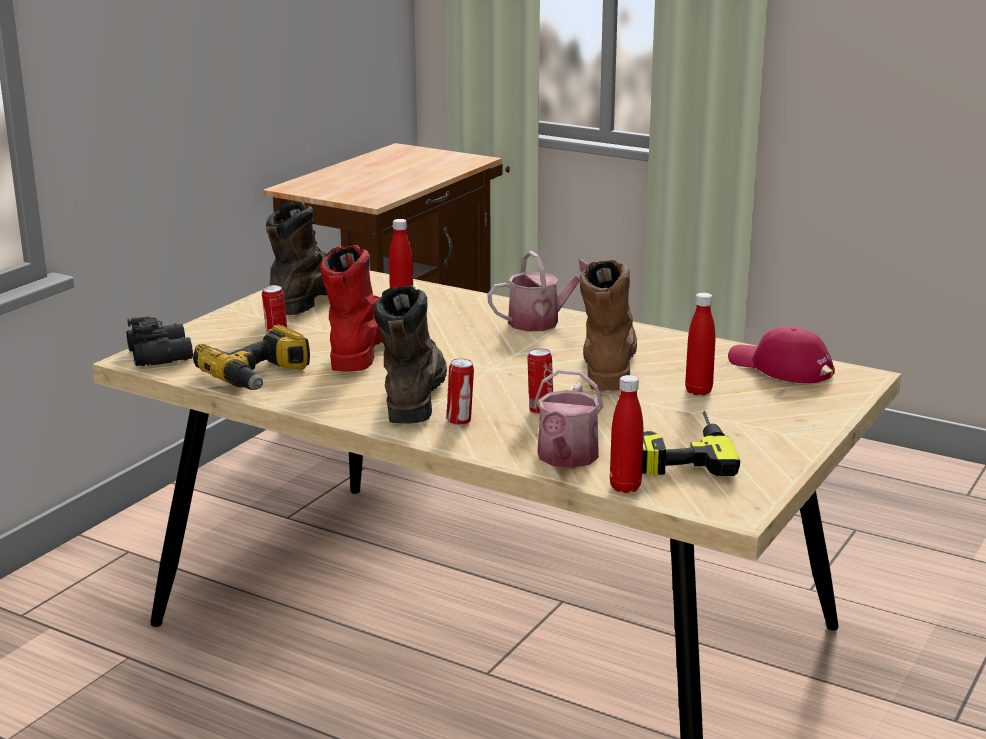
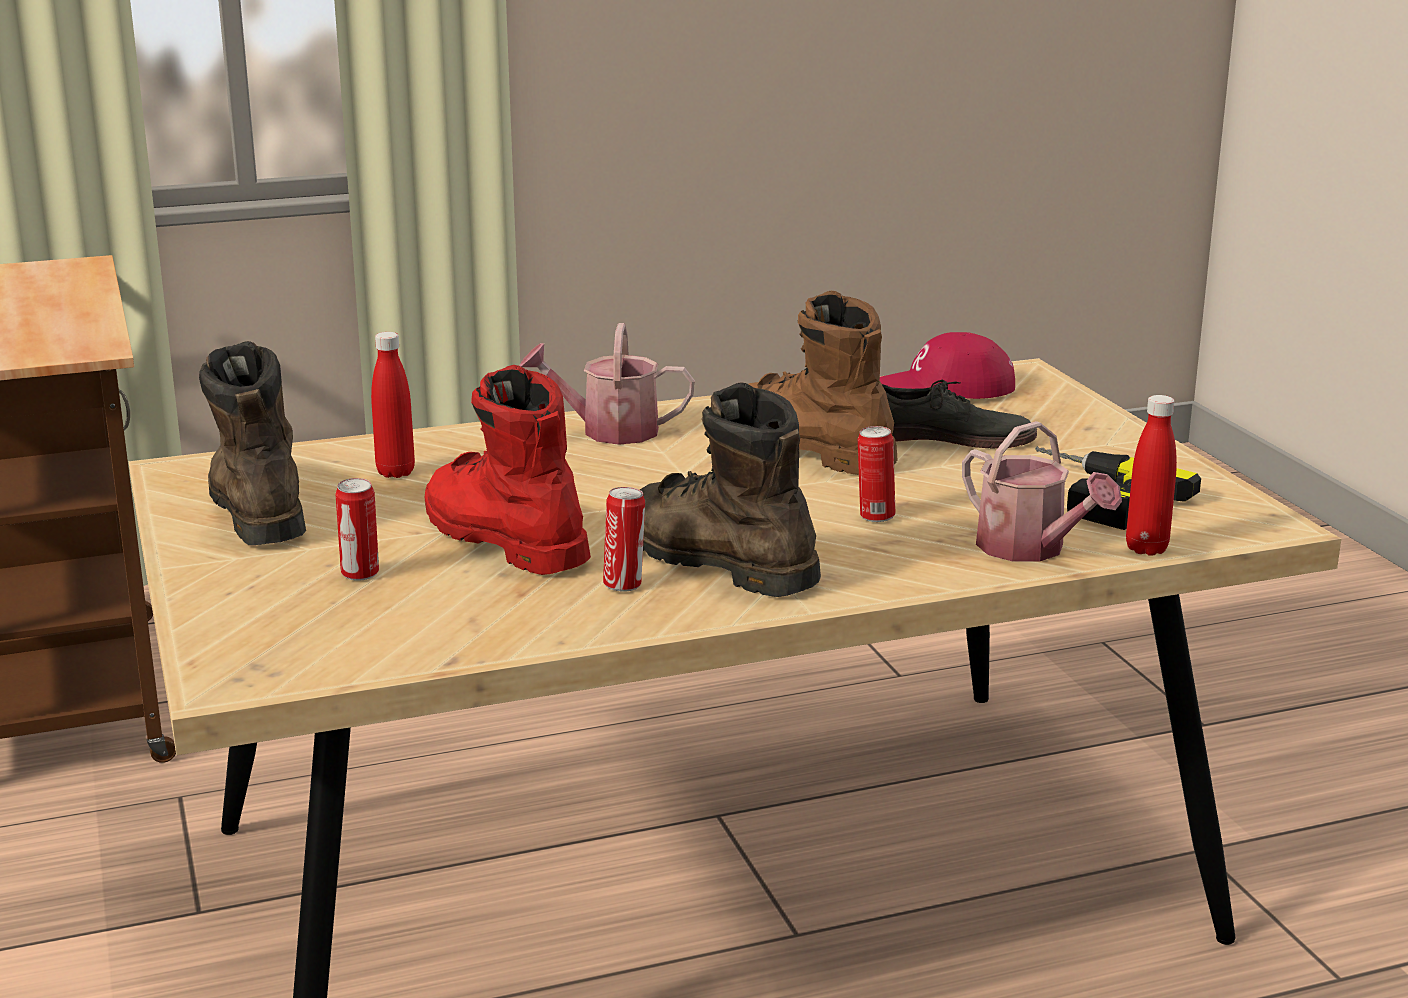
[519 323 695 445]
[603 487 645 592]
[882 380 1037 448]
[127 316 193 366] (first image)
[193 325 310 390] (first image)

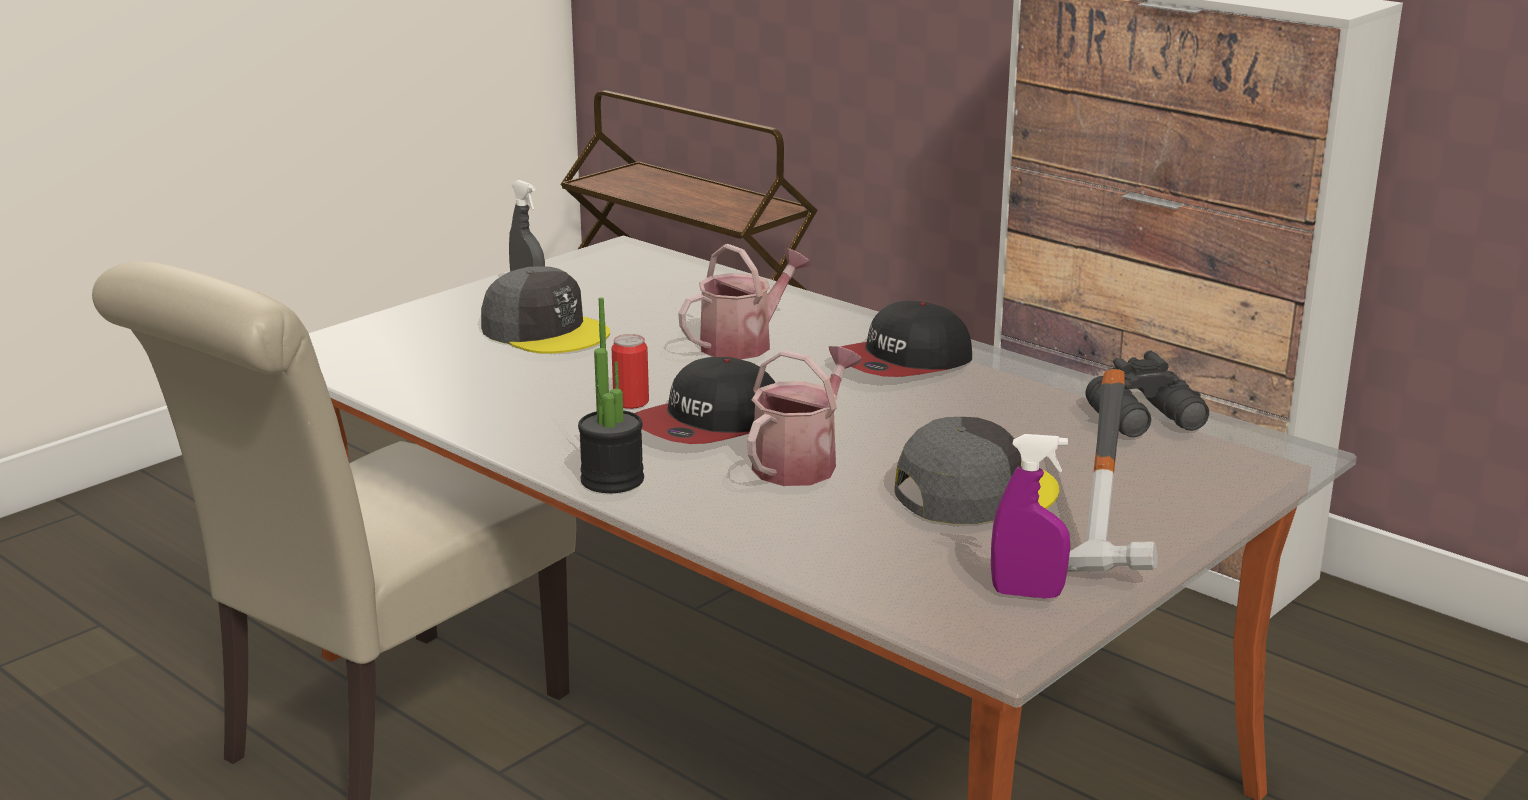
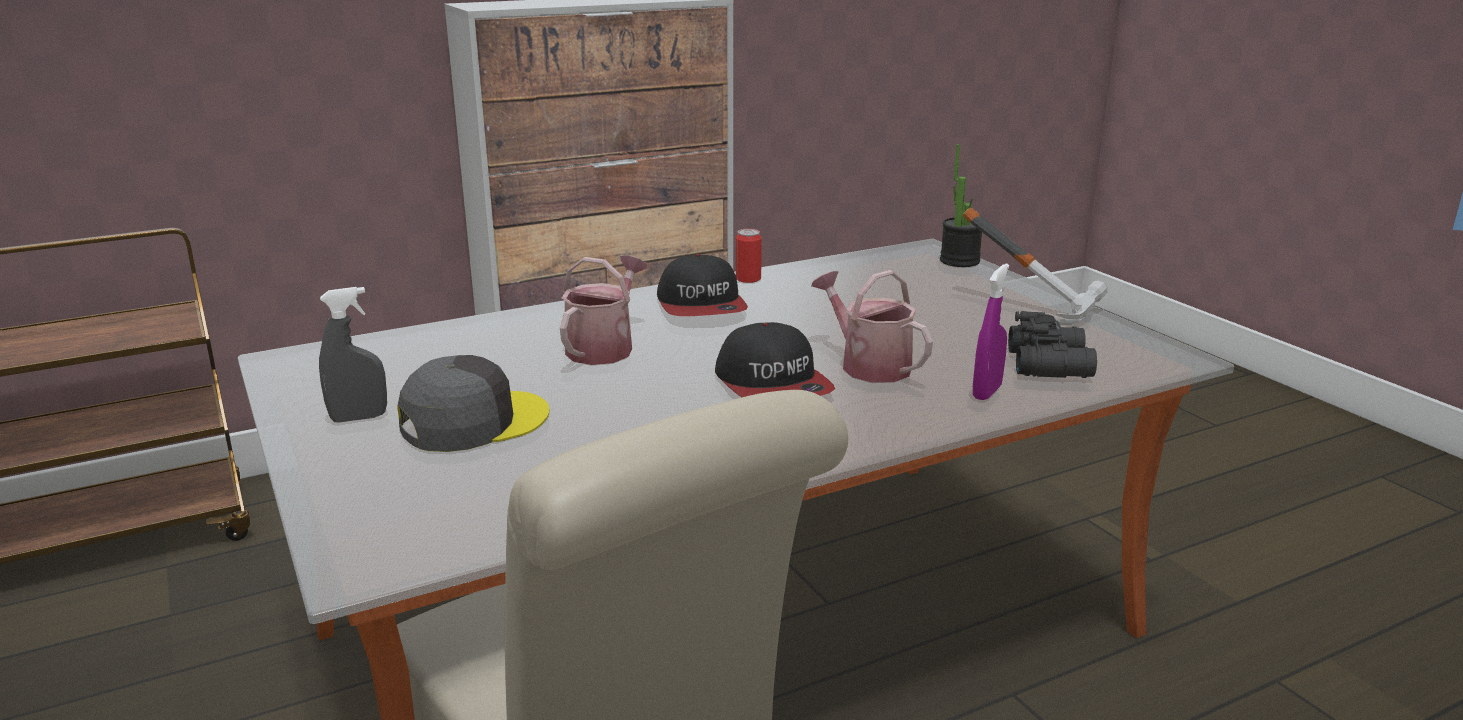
[560 255 647 365]
[736 229 762 283]
[940 144 982 267]
[973 264 1009 400]
[1008 311 1097 378]
[894 417 1059 524] (first image)

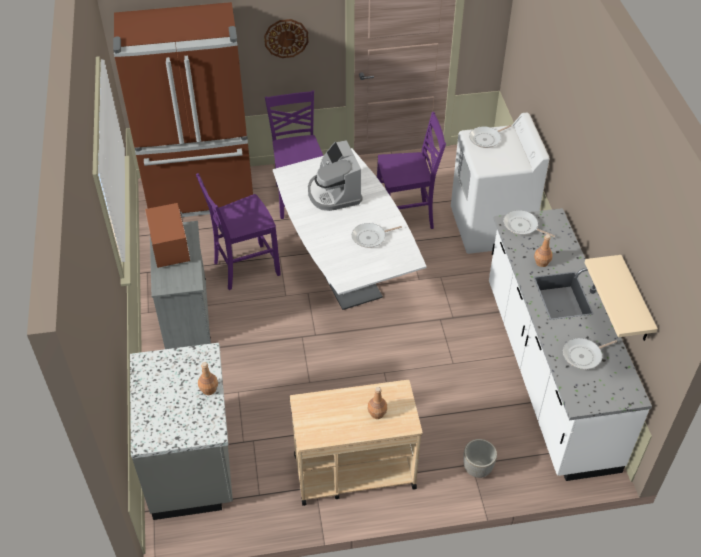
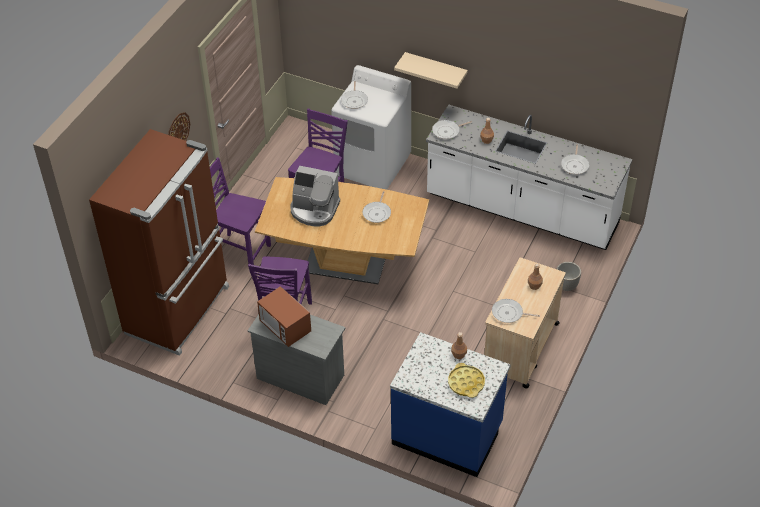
[255 177 429 284]
[257 286 311 347]
[390 332 511 477]
[394 52 468 89]
[448 363 485 398]
[492 299 540 323]

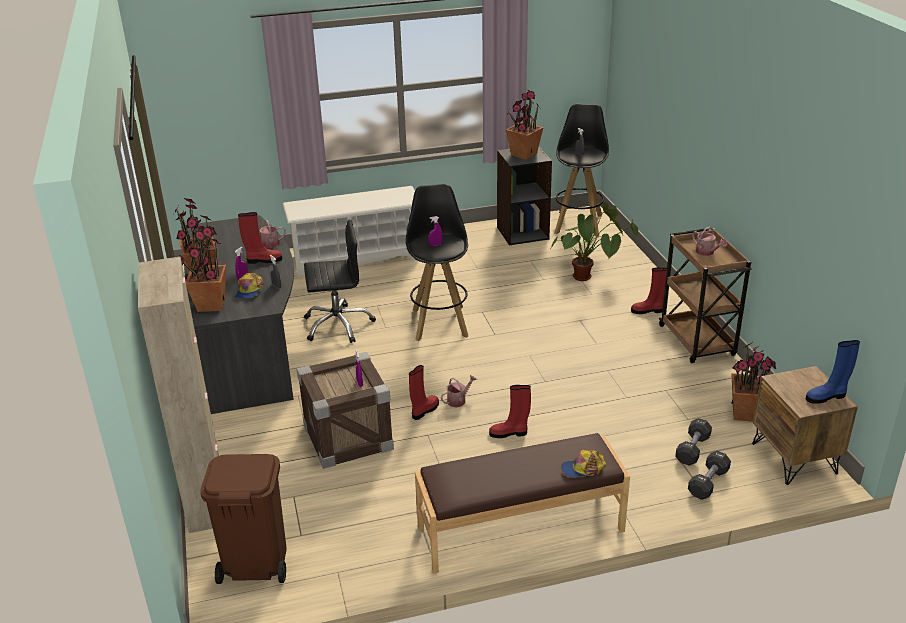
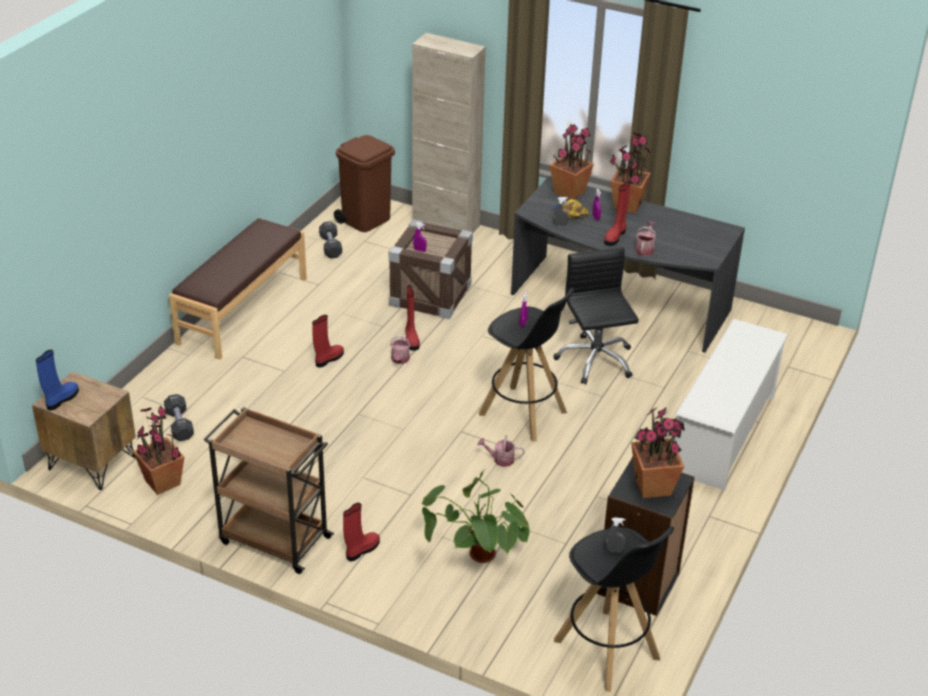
[319 221 342 258]
[477 435 525 467]
[554 247 639 385]
[561 450 606 477] (first image)

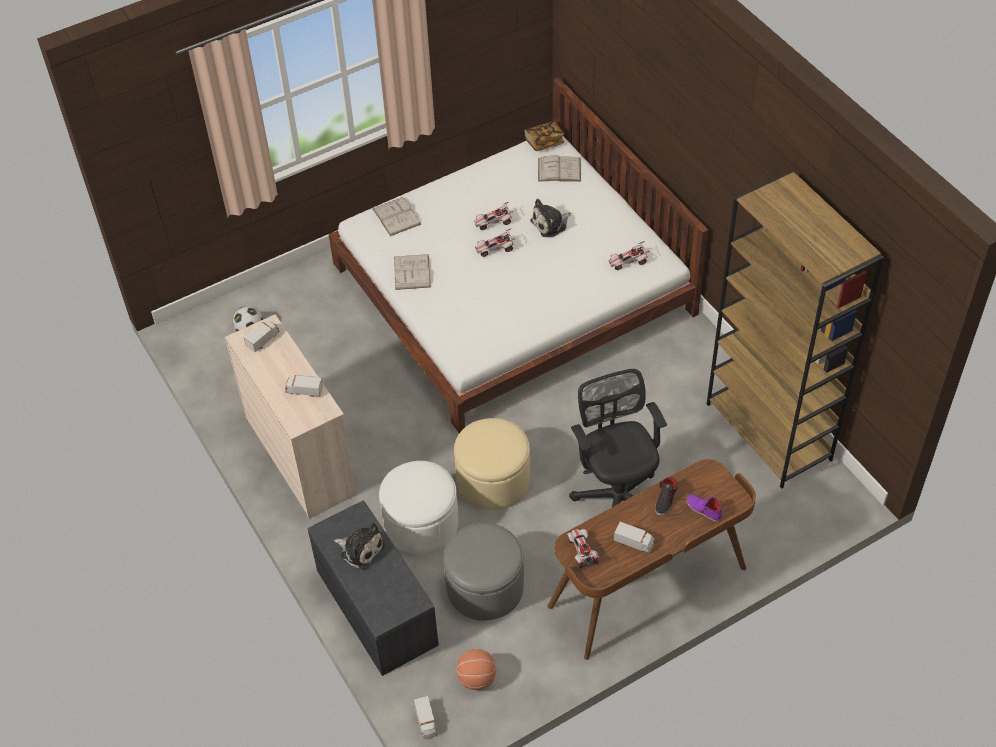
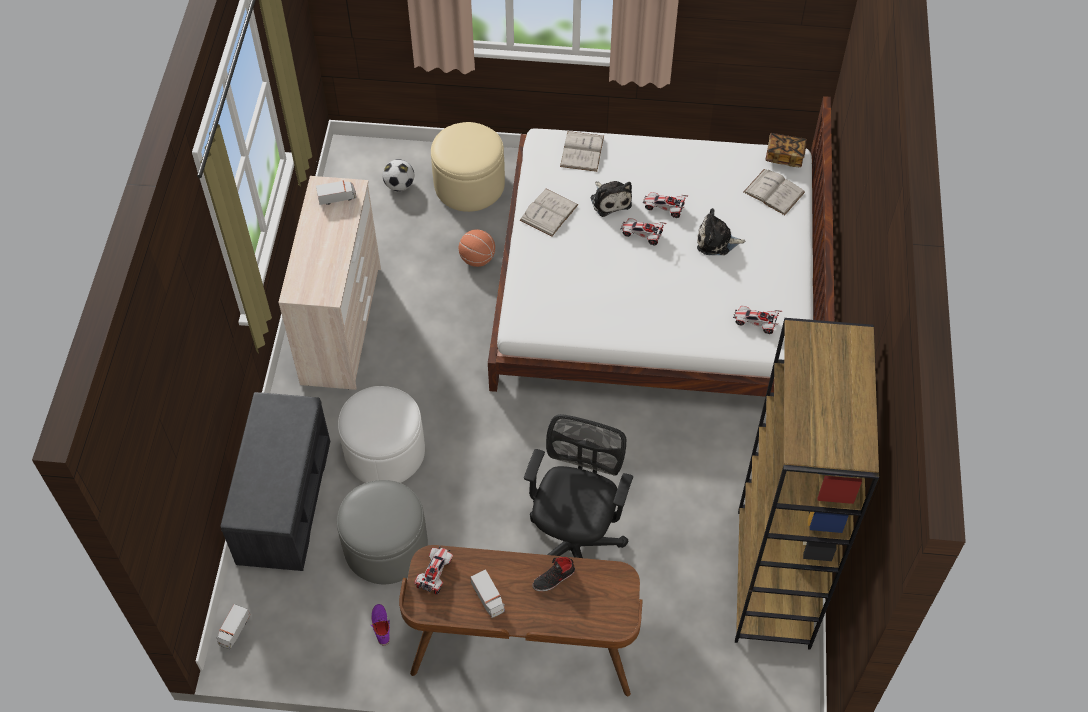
[371 604 390 646]
[431 122 505 212]
[459 230 495 267]
[590 181 632 217]
[285 375 323 397] (first image)

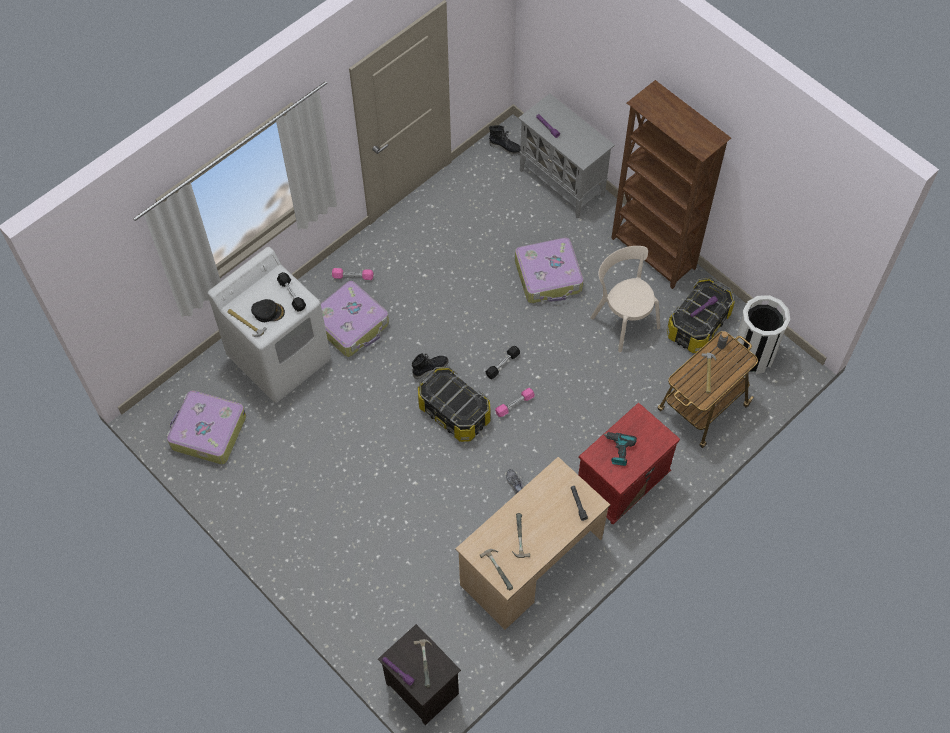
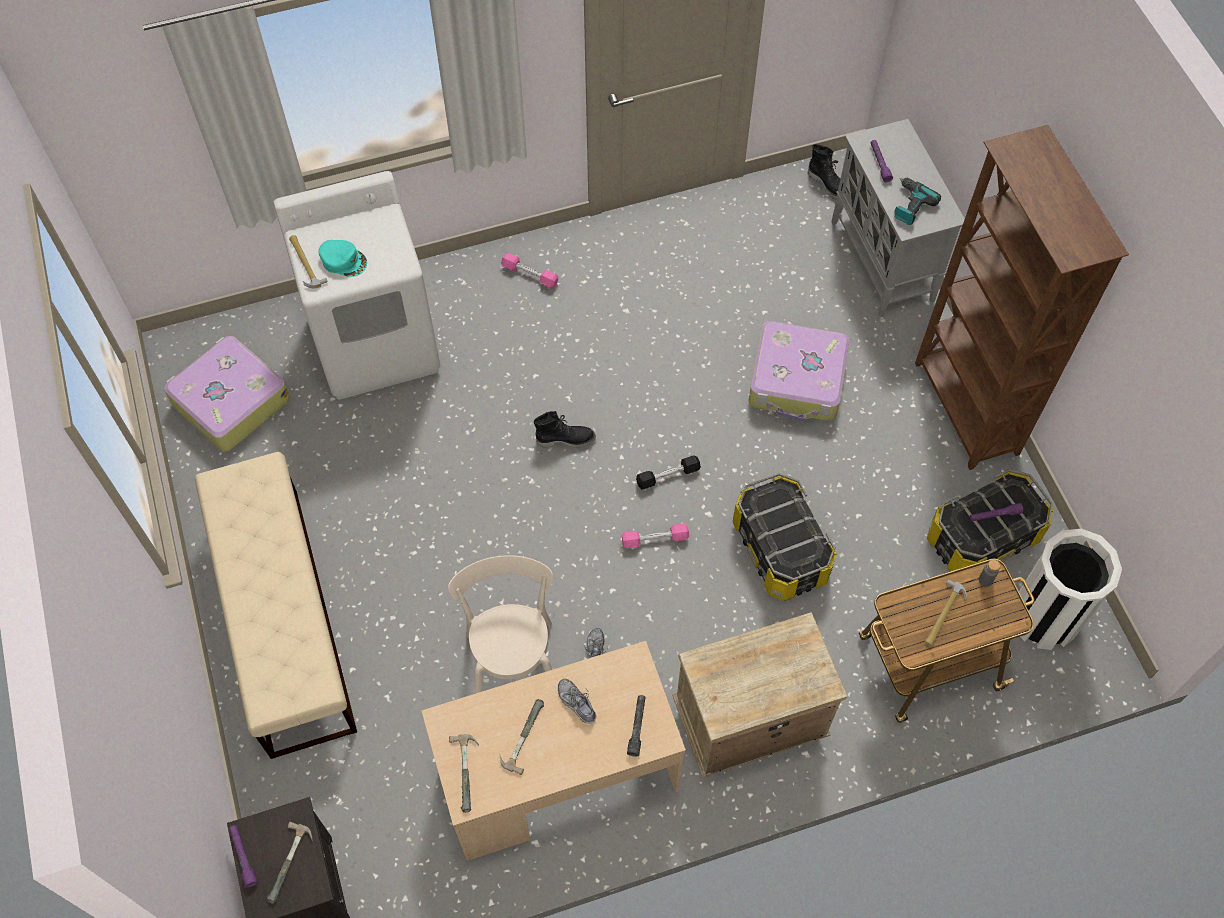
[195 452 357 759]
[318 240 367 277]
[448 555 553 694]
[558 679 596 724]
[672 612 848 778]
[733 473 837 601]
[895 177 941 225]
[277 272 306 312] (first image)
[321 281 389 357] (first image)

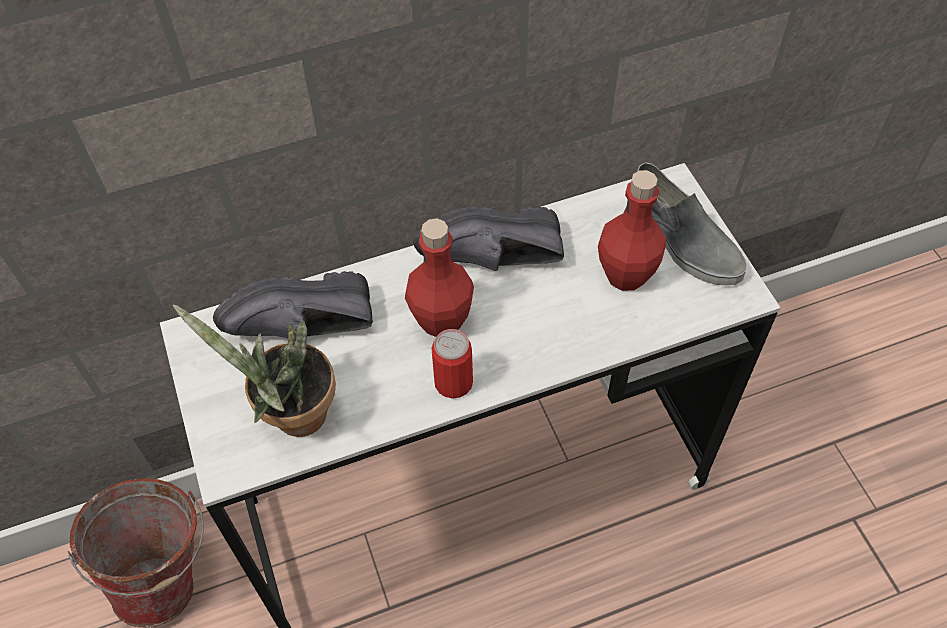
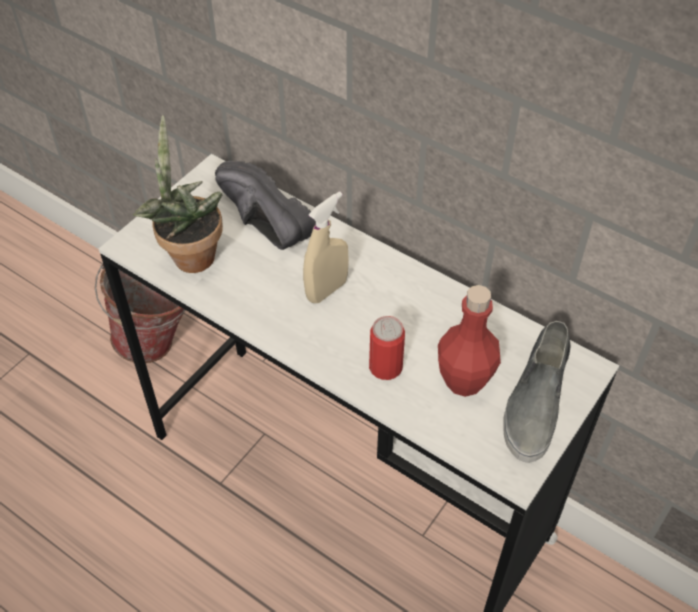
[303 191 349 303]
[369 316 405 380]
[414 205 564 271] (first image)

